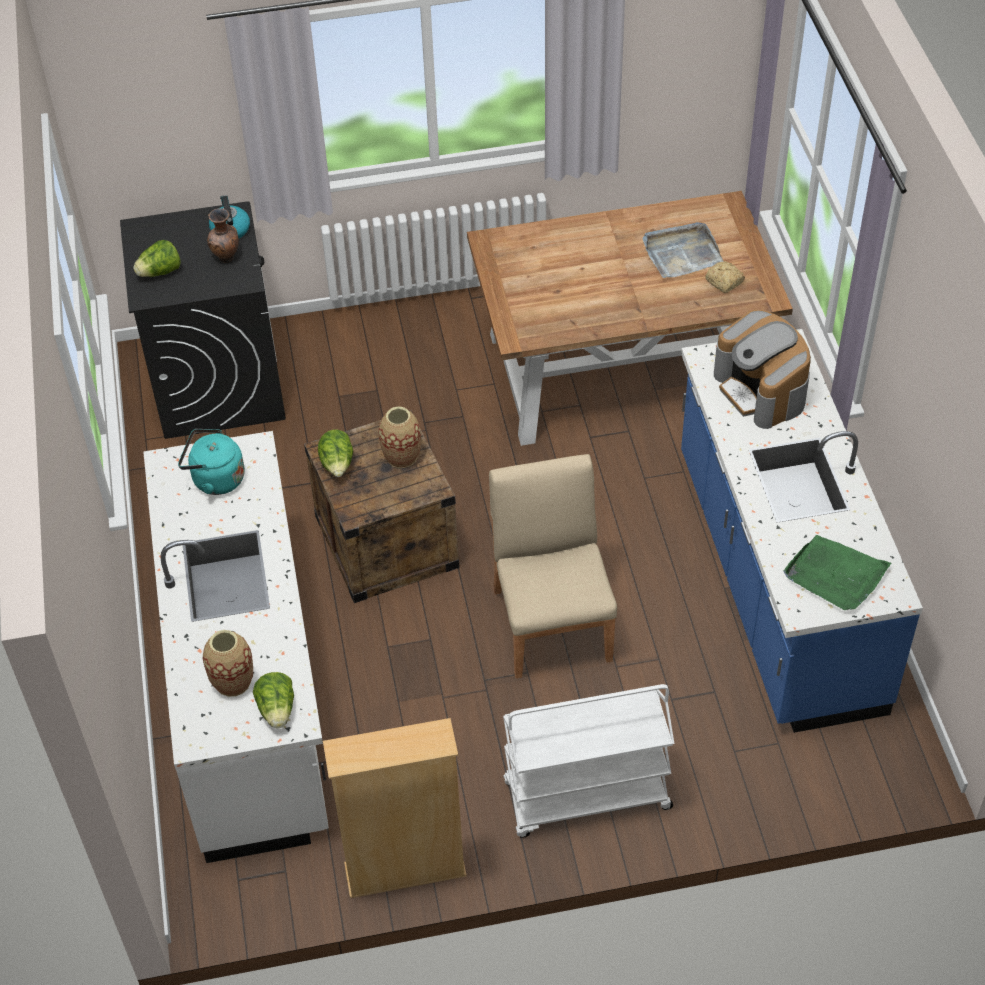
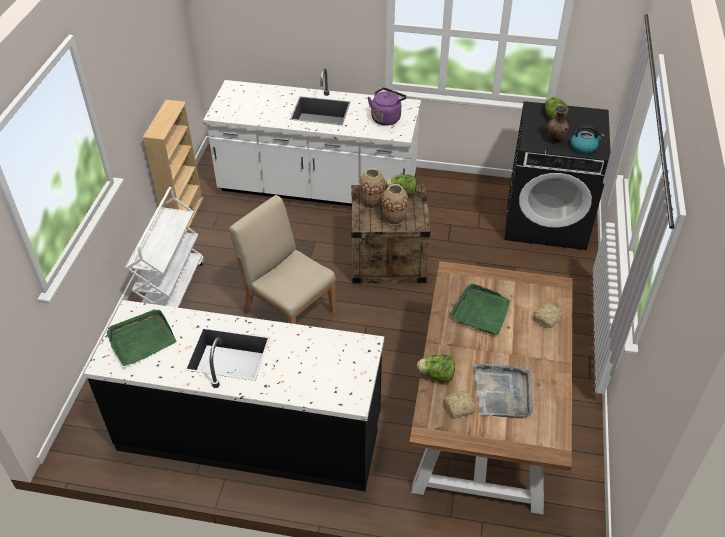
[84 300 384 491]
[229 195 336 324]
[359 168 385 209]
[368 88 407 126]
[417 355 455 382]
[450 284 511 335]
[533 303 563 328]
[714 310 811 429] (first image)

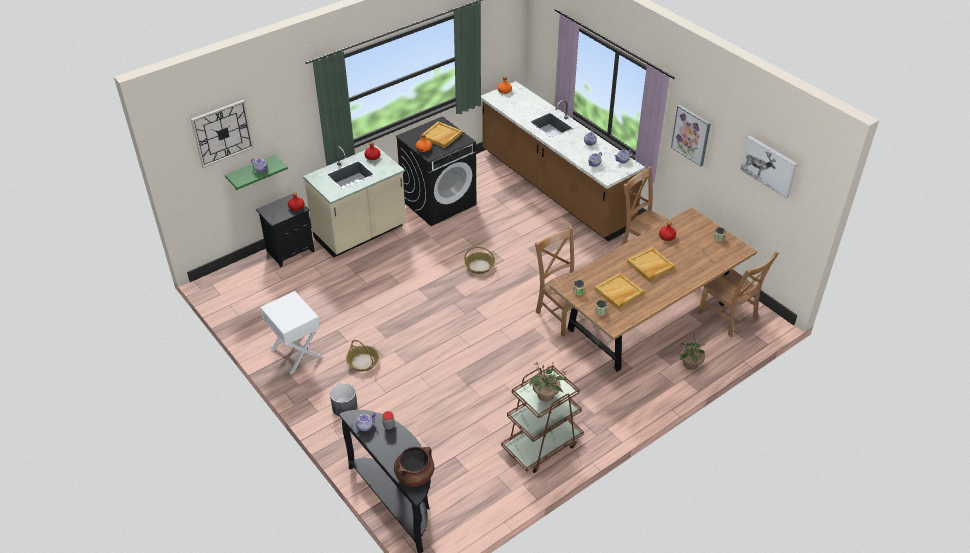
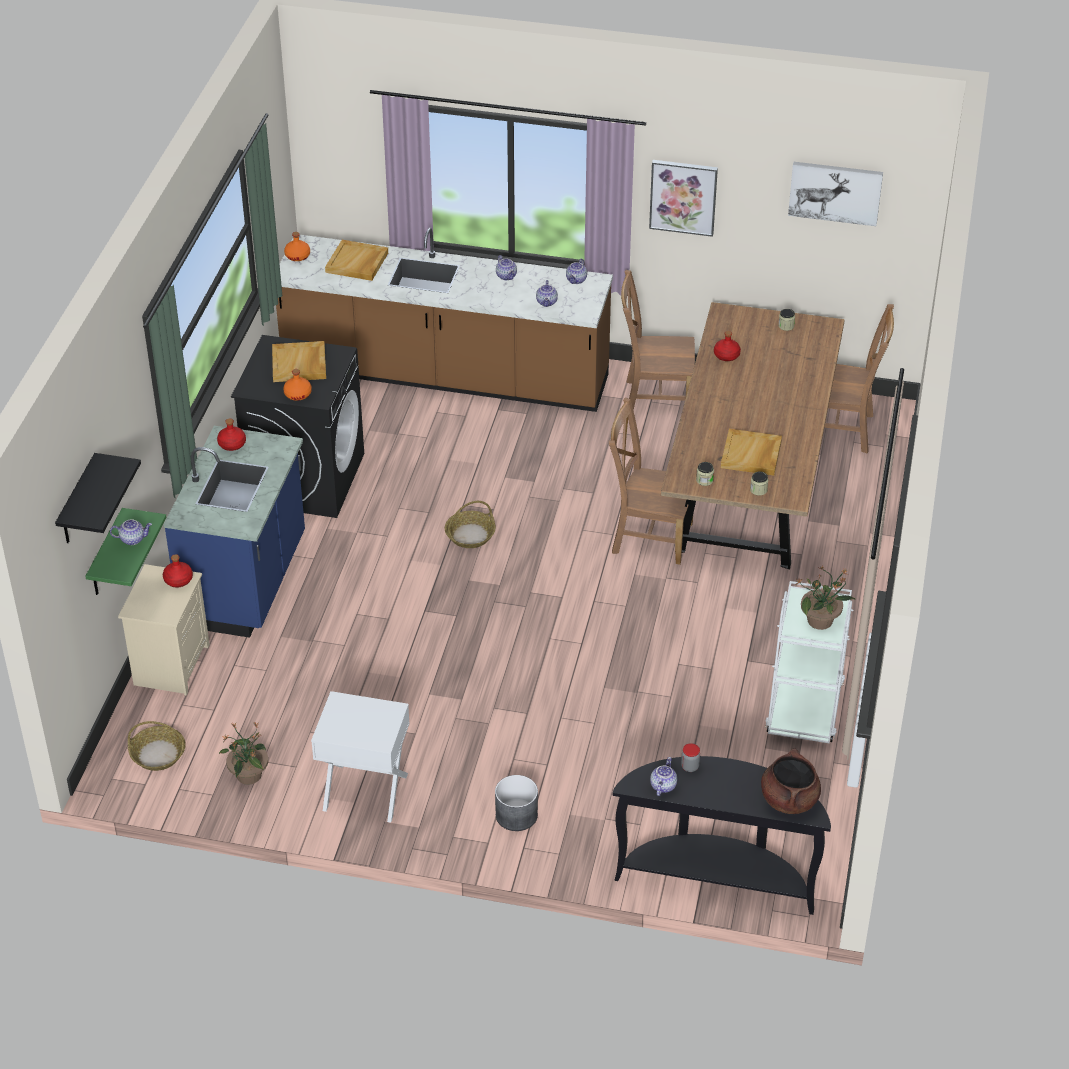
[55 453 141 543]
[118 564 210 696]
[128 721 185 771]
[164 426 305 638]
[219 722 268 785]
[325 240 388 281]
[765 581 854 743]

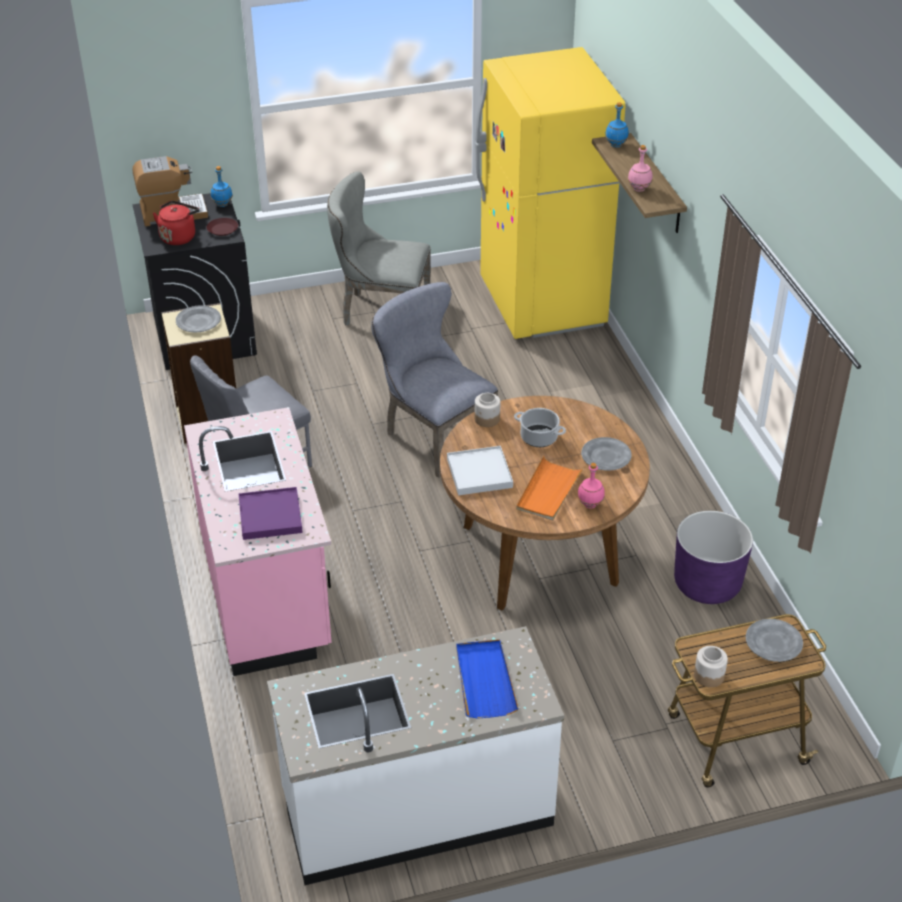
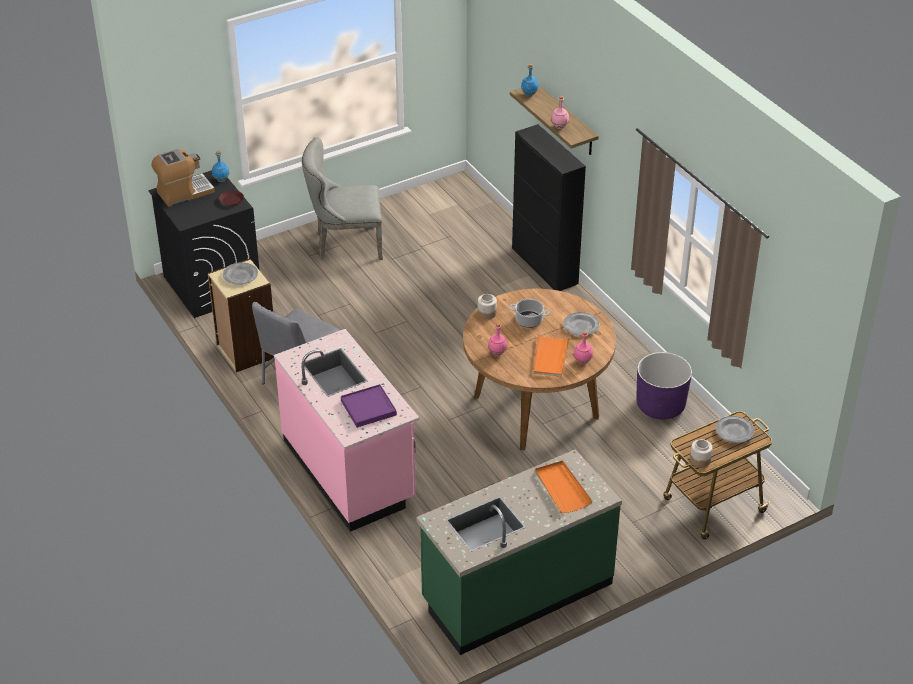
[417 449 622 655]
[488 323 507 356]
[512 124 586 291]
[535 460 593 513]
[153 201 199 245] (first image)
[371 282 498 478] (first image)
[475 47 625 339] (first image)

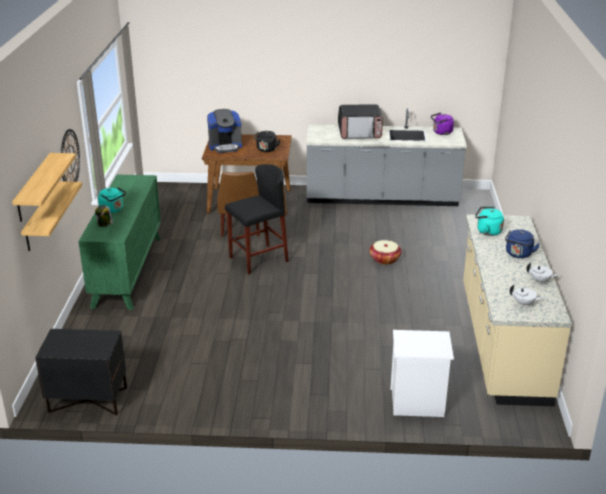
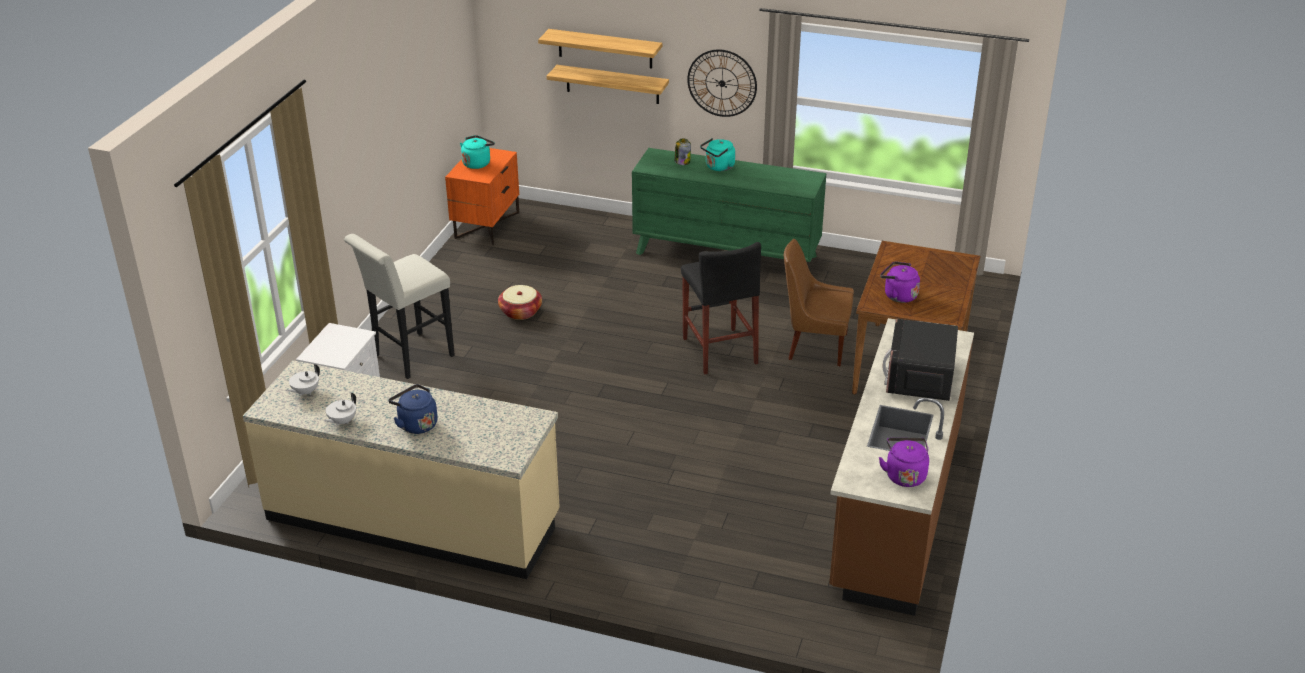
[344 234 455 379]
[445 148 519 245]
[460 135 495 169]
[498 285 542 320]
[829 318 974 616]
[880 262 920 303]
[207 109 242 153] (first image)

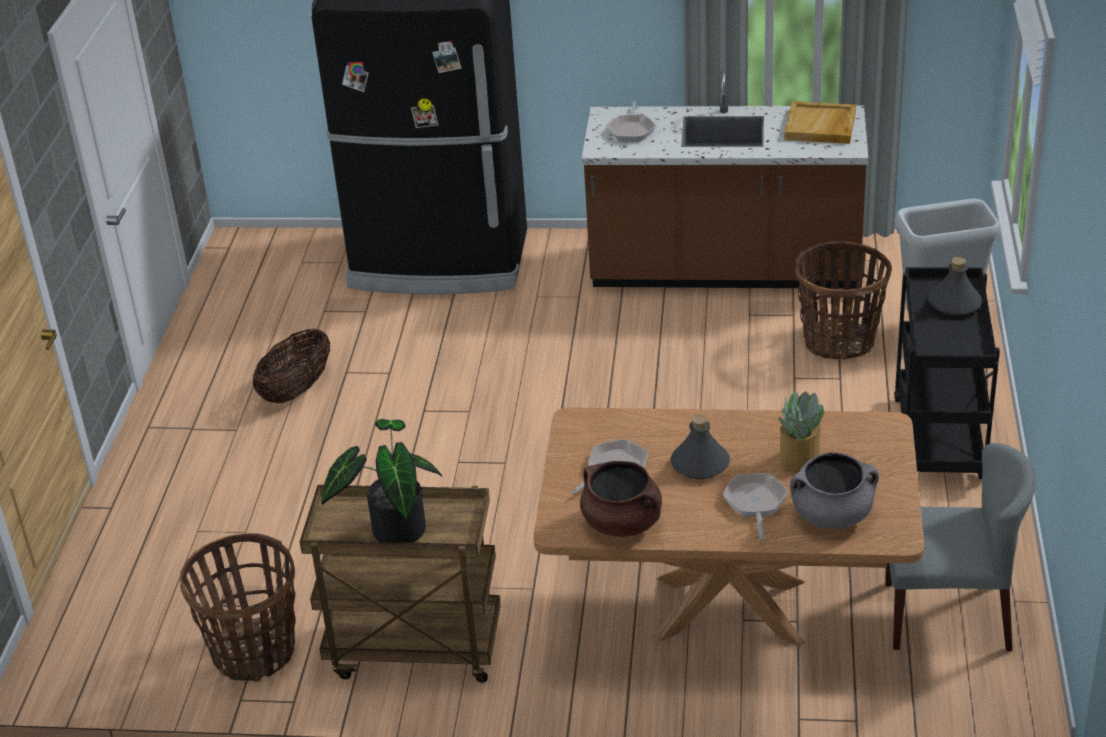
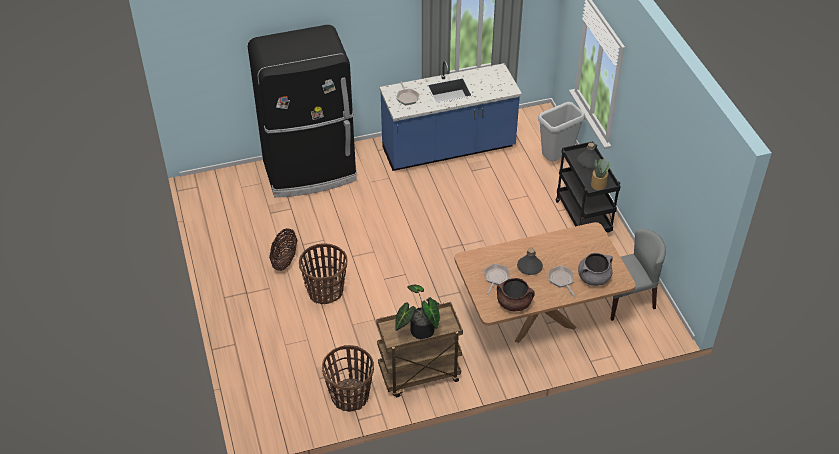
[299 243 347 304]
[380 61 522 171]
[591 158 611 190]
[784 101 856 144] (first image)

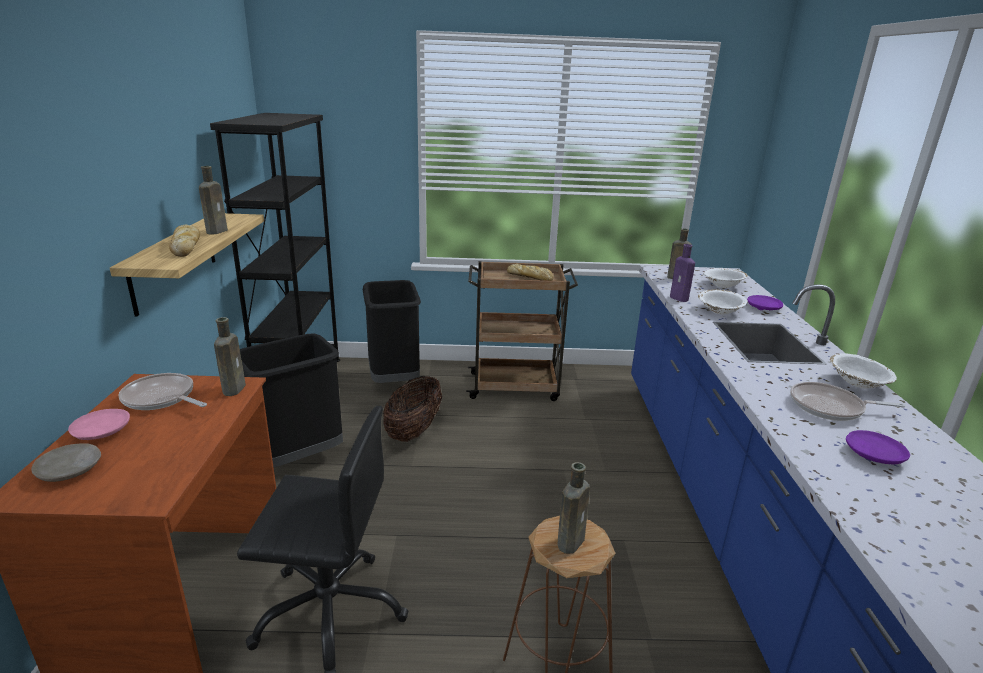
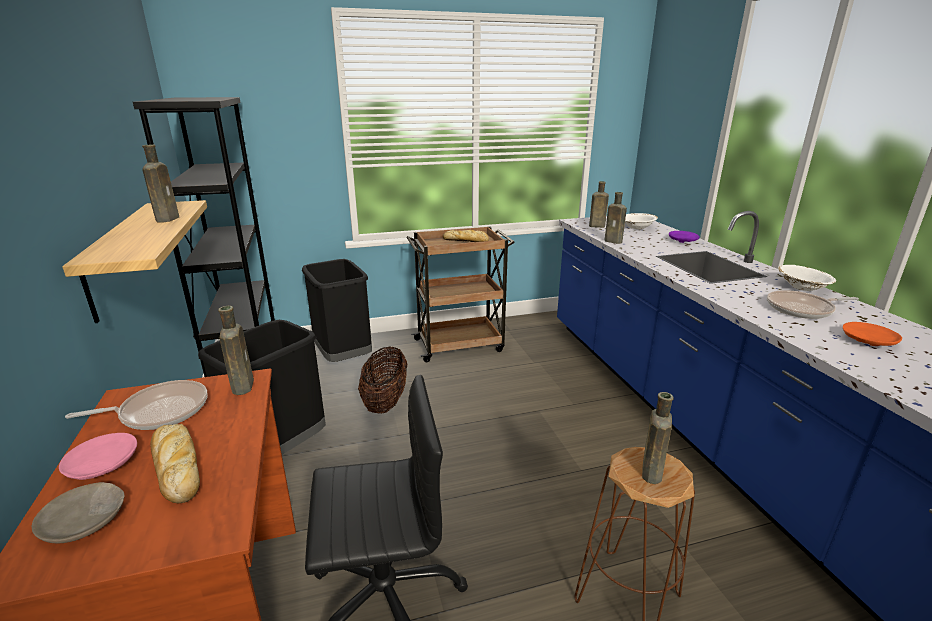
[65 380 207 430]
[150 424 200 503]
[605 192 627 244]
[843 322 902 346]
[698 289 747 315] (first image)

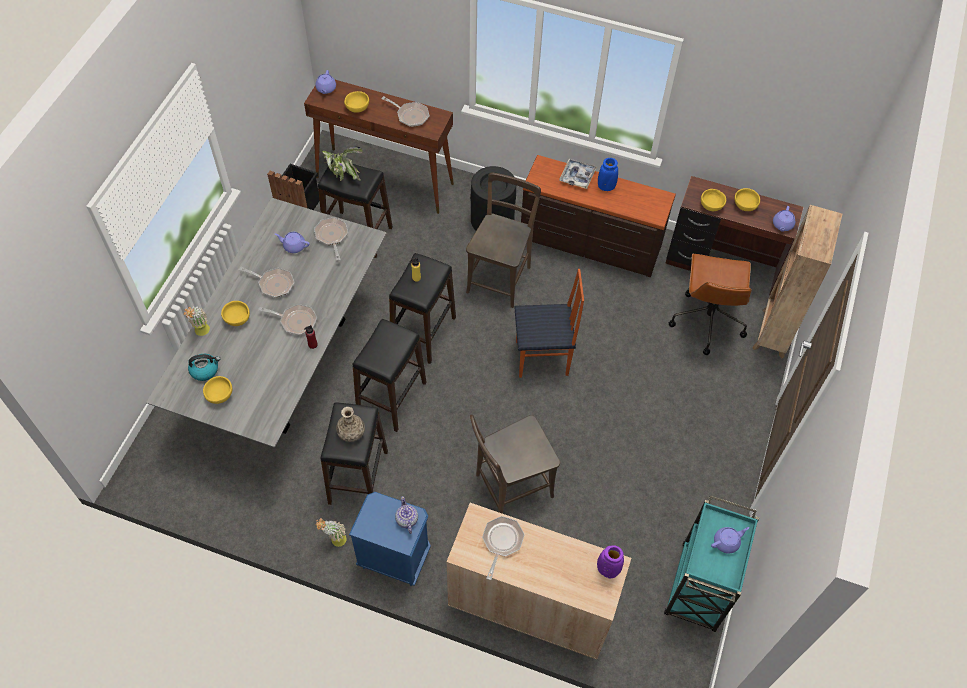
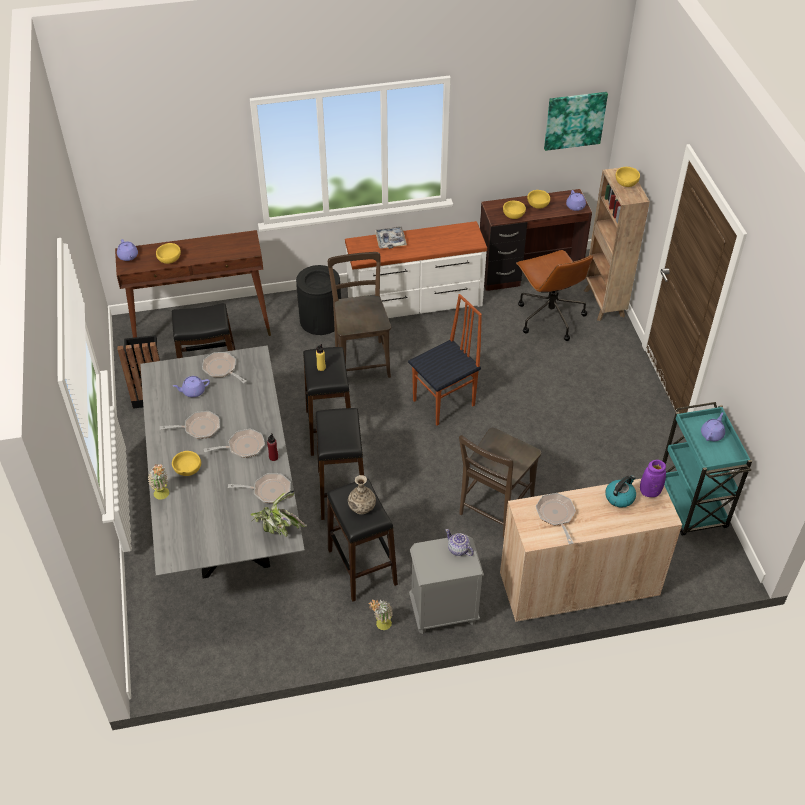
[228 473 291 503]
[251 491 307 537]
[345 221 487 318]
[409 535 484 634]
[544 92 608 151]
[605 475 636 508]
[616 167 640 187]
[598 158 618 191] (first image)

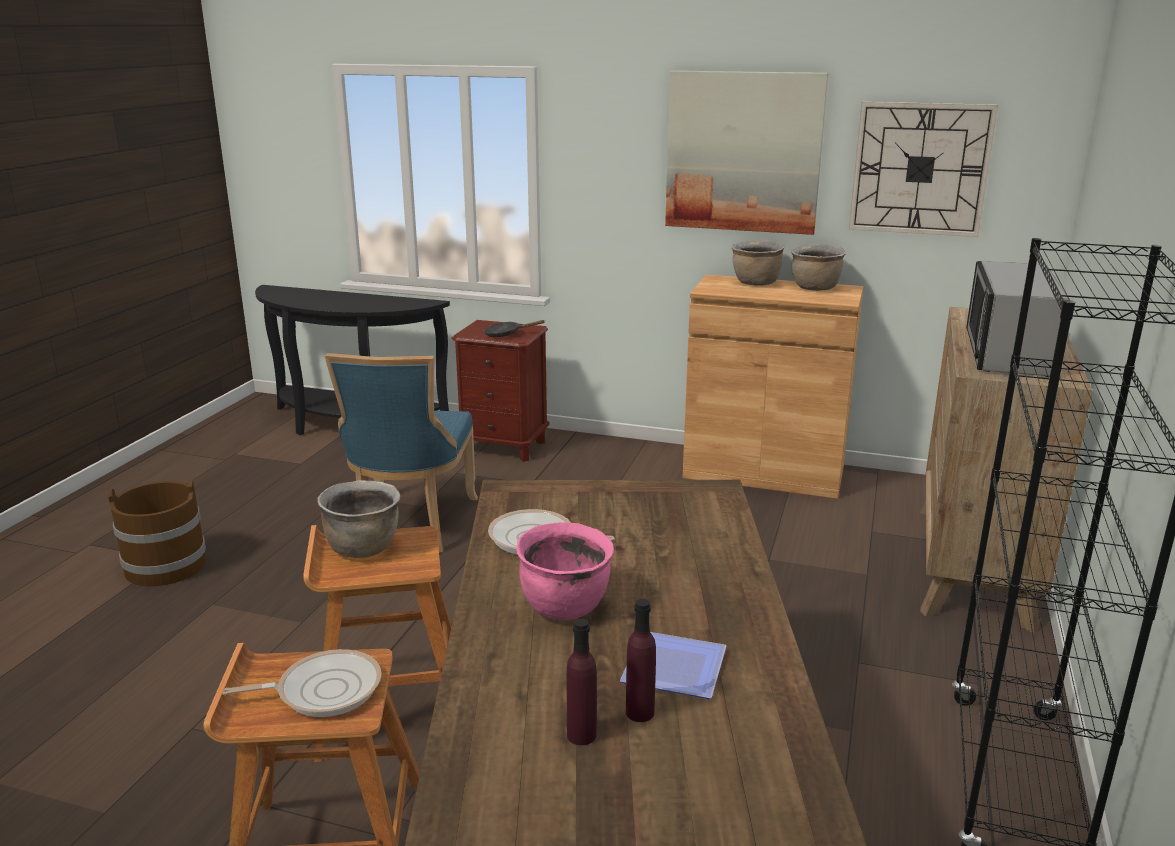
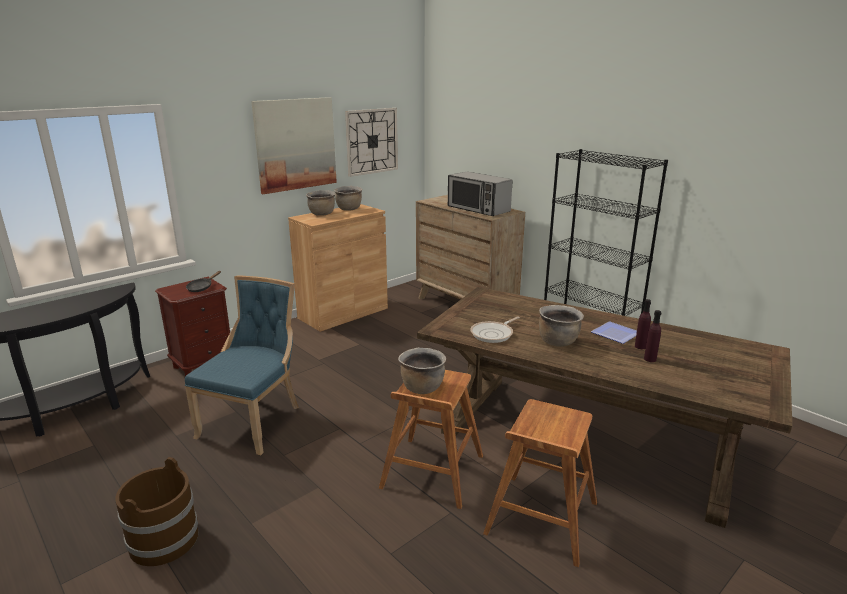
[185 275 299 455]
[539 305 584 347]
[222 649 382 717] (first image)

